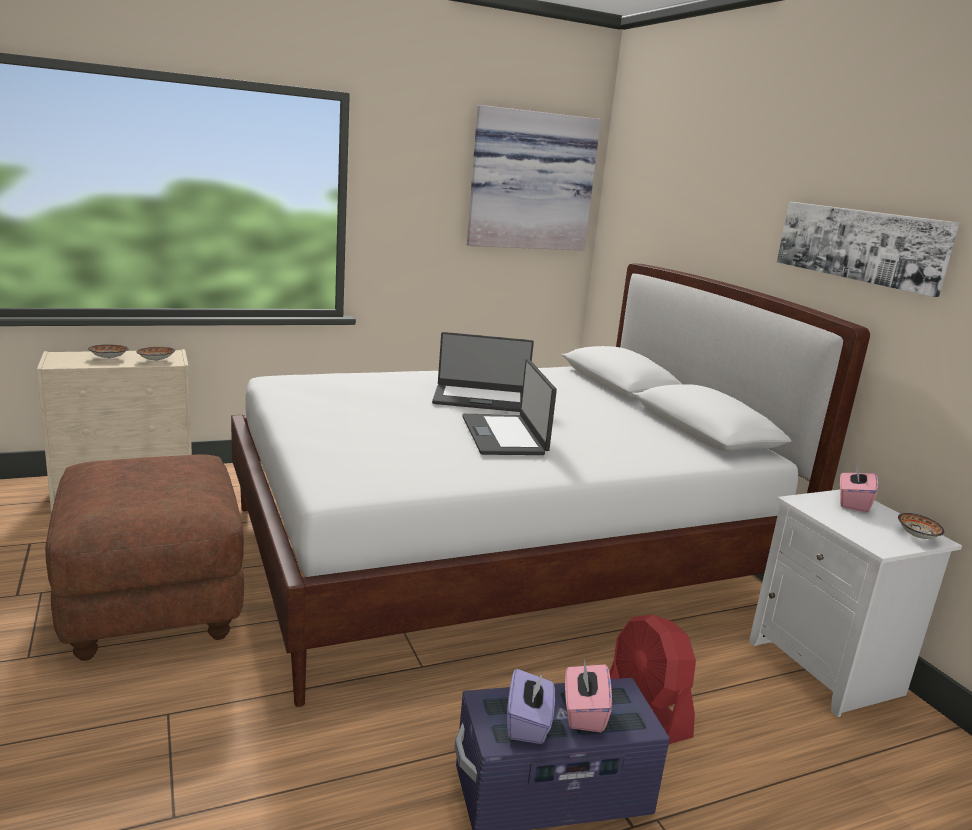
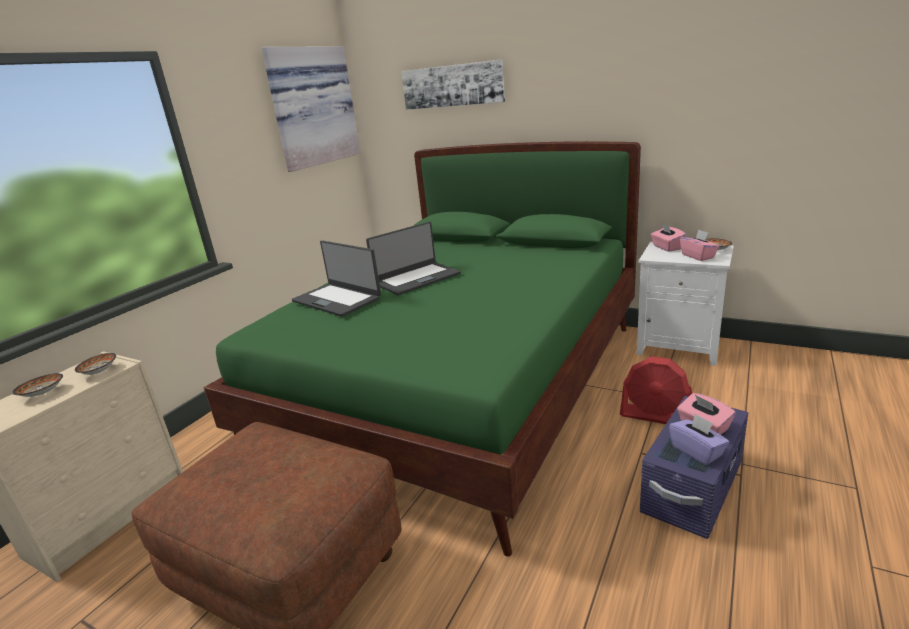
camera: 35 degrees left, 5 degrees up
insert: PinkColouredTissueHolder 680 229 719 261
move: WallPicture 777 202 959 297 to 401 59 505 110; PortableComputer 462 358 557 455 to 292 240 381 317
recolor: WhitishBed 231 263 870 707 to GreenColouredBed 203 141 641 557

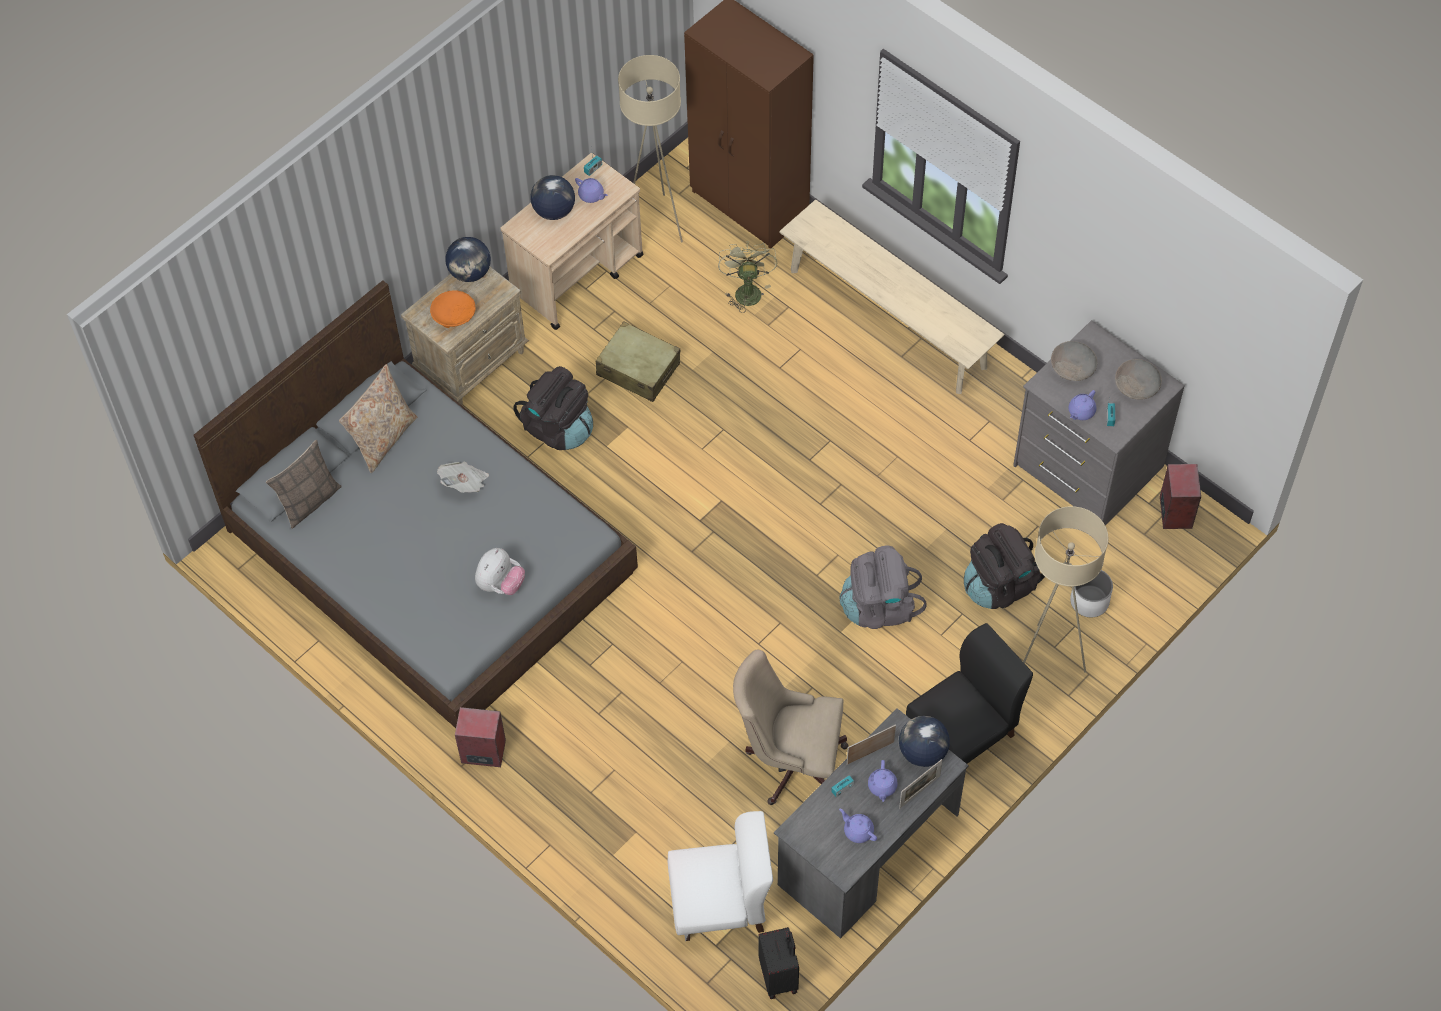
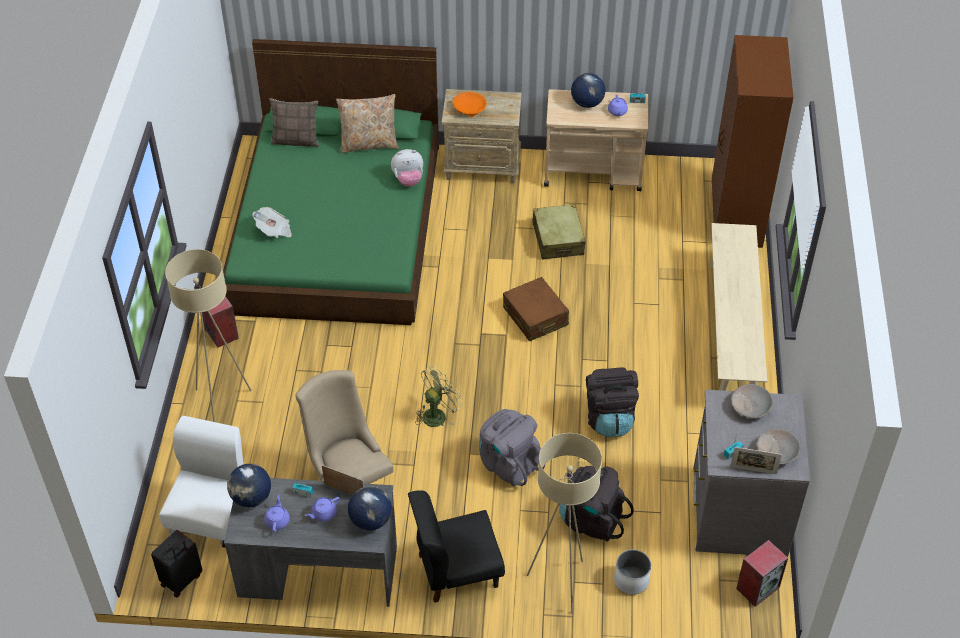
camera: 50 degrees right, 10 degrees down
delete: PurpleTeaPot 1069 390 1096 420
insert: BrownishPieceOfLuggage 503 277 569 341
move: BeigeColouredStandardLamp 618 55 683 242 to 165 249 252 422; DeskGlobe 445 237 491 282 to 227 464 271 507; GreenColouredElectricFan 718 241 777 313 to 415 366 463 427; BlackishKnapsack 513 366 593 450 to 586 367 639 437; Newspaper 437 462 489 493 to 253 207 292 238; SoftToy 475 548 525 595 to 391 149 423 187; StandingFrame 899 759 942 808 to 730 447 782 474
recolor: GreyBed 193 280 638 728 to GreenColouredBed 223 39 439 325
rotate: BlackishUprightChair 906 623 1033 764 = 408 490 505 603 150 degrees clockwise; WhitishUprightChair 668 811 773 941 = 159 416 244 548 120 degrees counterclockwise

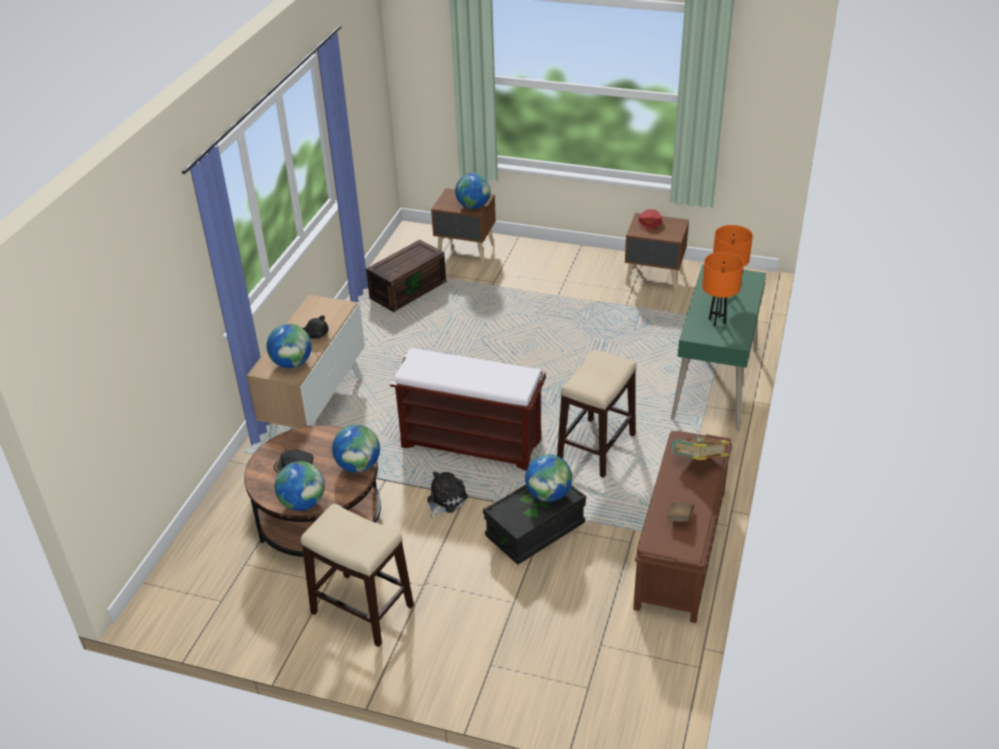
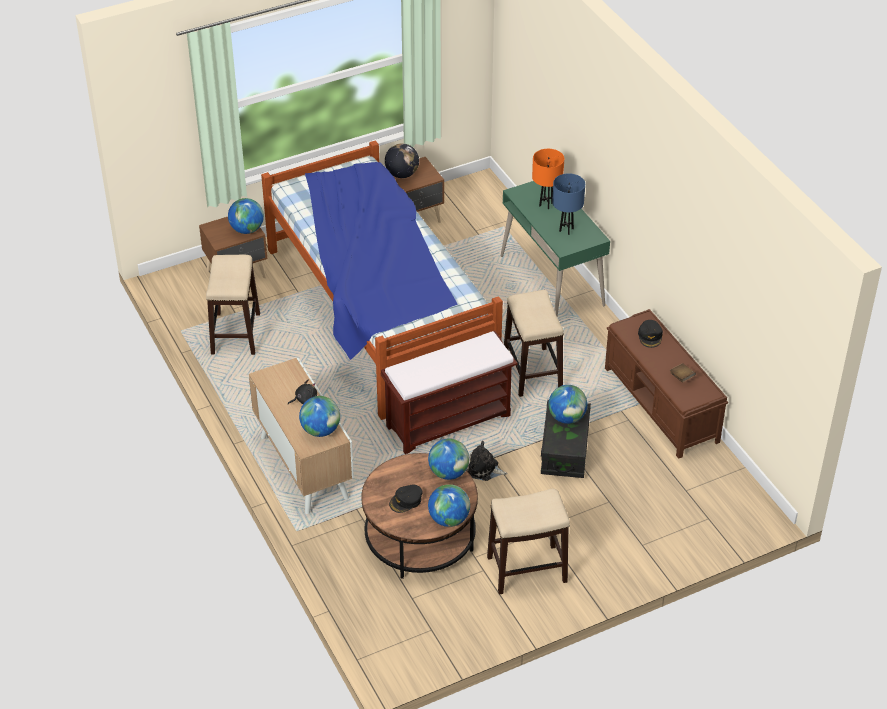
camera: 45 degrees left, 5 degrees up
insert: Bed 261 140 503 420
replace: ReddishPeakedCap 639 209 662 232 to DeskGlobe 385 143 419 178; BrownishStorageBox 366 240 446 312 to StoolSeat 206 255 260 355; Book 672 436 729 460 to BlackishPeakedCap 638 320 663 348
recolor: OrangeColouredTabletopLamp 702 252 744 326 to BluishTabletopLamp 552 173 585 235
rotate: SoftToy 427 472 468 518 = 466 441 507 481 60 degrees counterclockwise

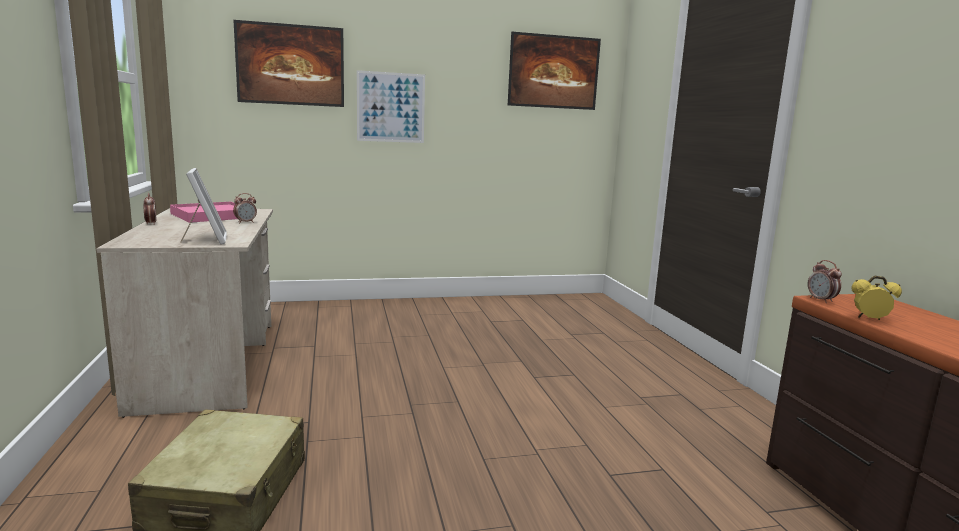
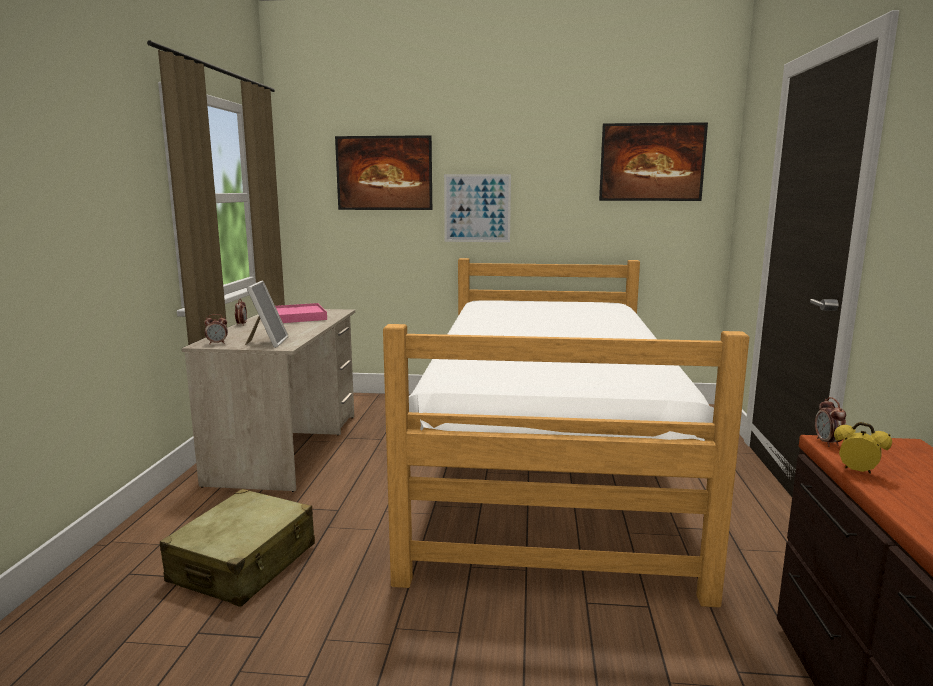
camera: 20 degrees right, 0 degrees up
insert: Bed 383 258 749 608
move: BedsideClock 233 193 257 223 to 204 314 228 344

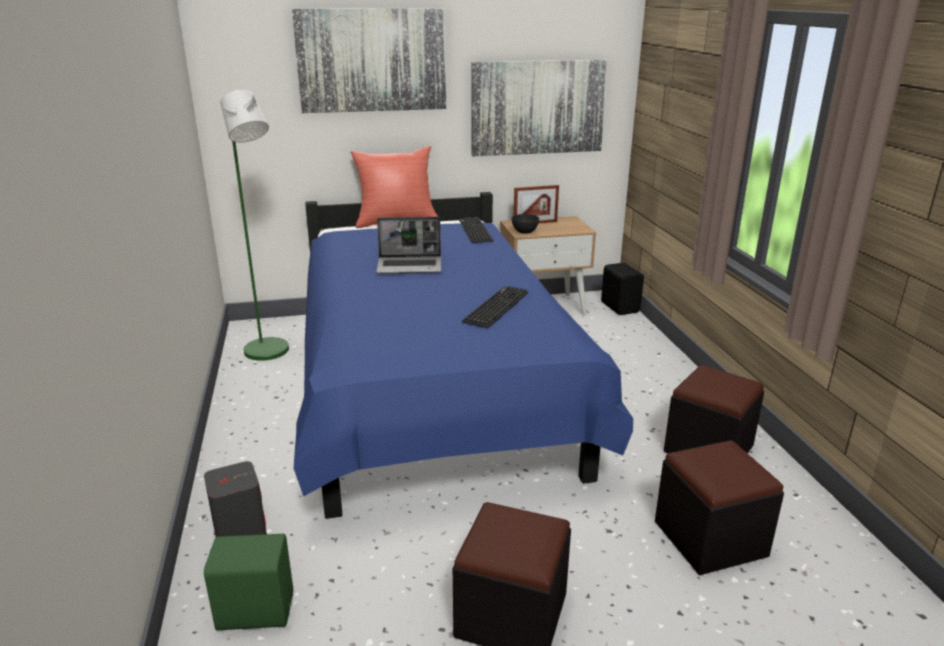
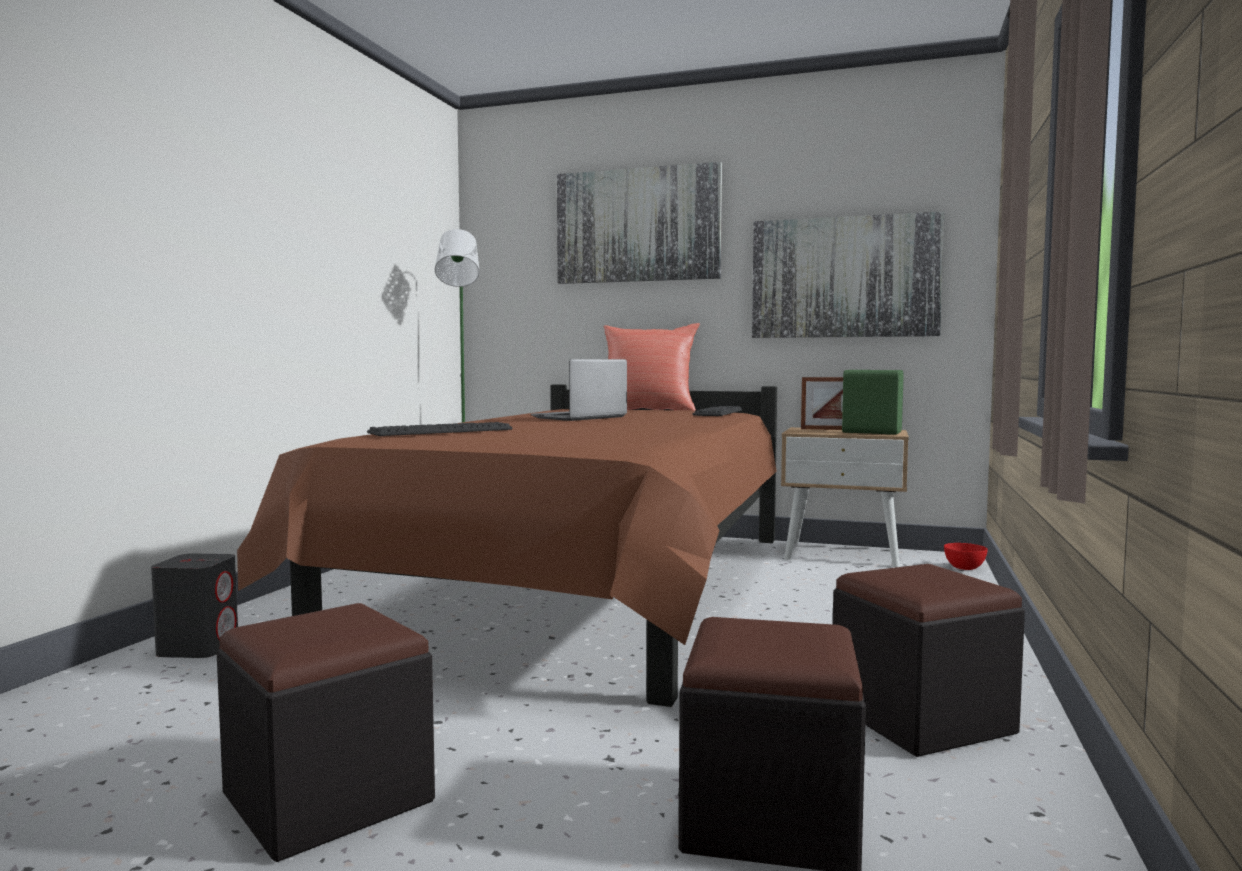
camera: 30 degrees right, 20 degrees down
delete: GreyDeepDish 512 214 539 234
move: Keyboard 462 286 528 328 to 367 422 512 436; GreenColouredAudioSpeaker 204 534 293 630 to 842 370 904 435
replace: BlackishAudioSpeaker 601 263 644 315 to ReddishDeepDish 944 543 988 570
recolor: BluishBed 294 192 633 519 to BrownishBed 237 384 777 707
rotate: PortableComputer 376 217 442 274 = 531 359 627 421 105 degrees clockwise

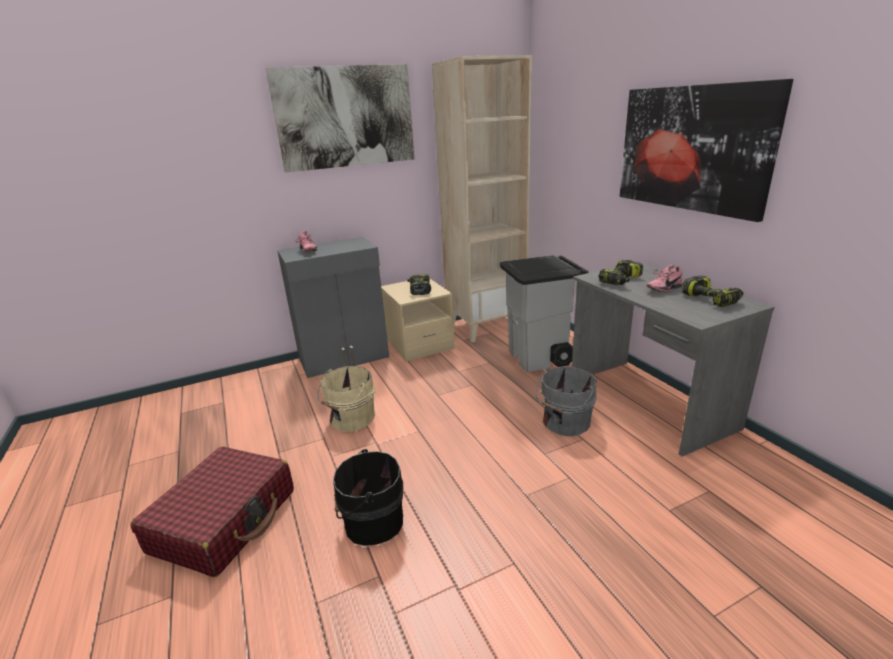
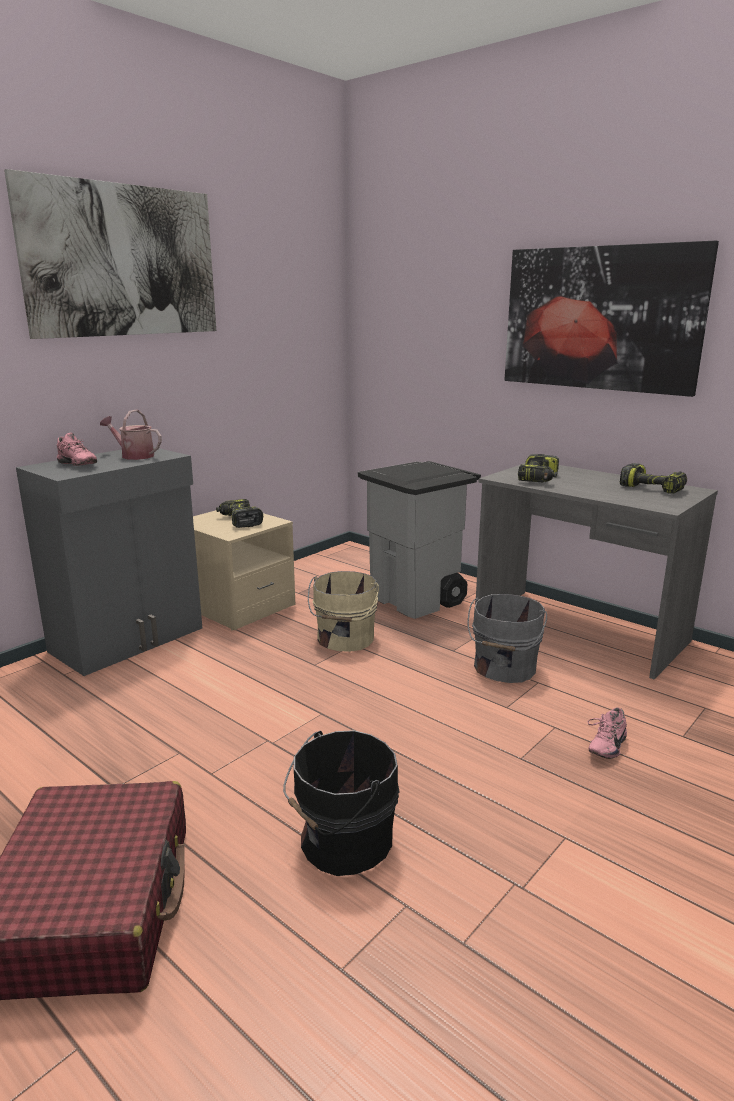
camera: 25 degrees left, 5 degrees down
delete: BeigeColouredShelvingUnit 432 55 532 343
insert: WateringPot 100 409 162 460
move: PinkColouredLowShoe 647 265 683 292 to 588 708 627 759; BeigeColouredBucket 317 366 375 432 to 308 571 379 652

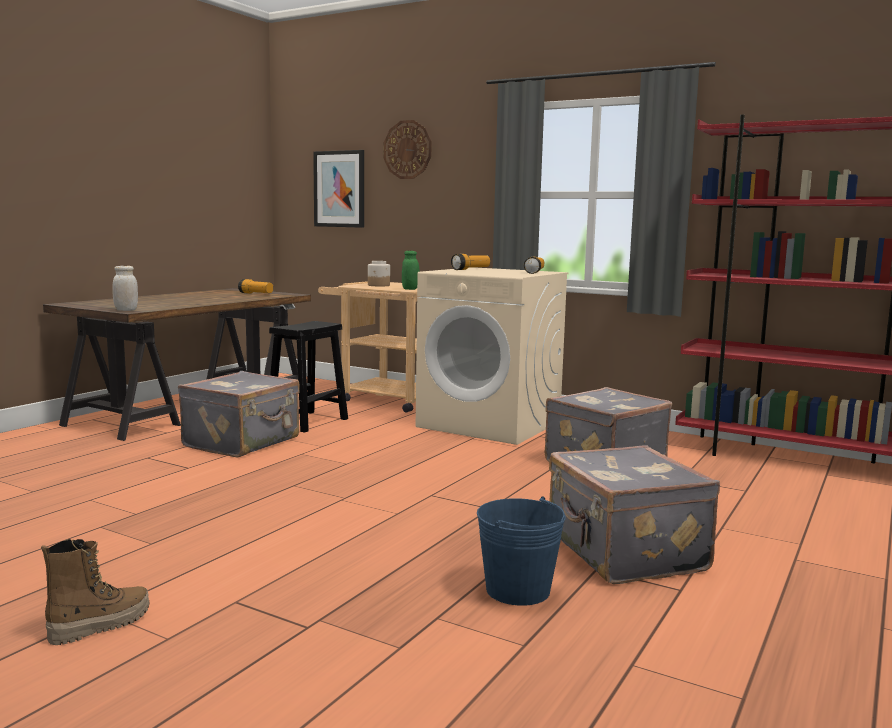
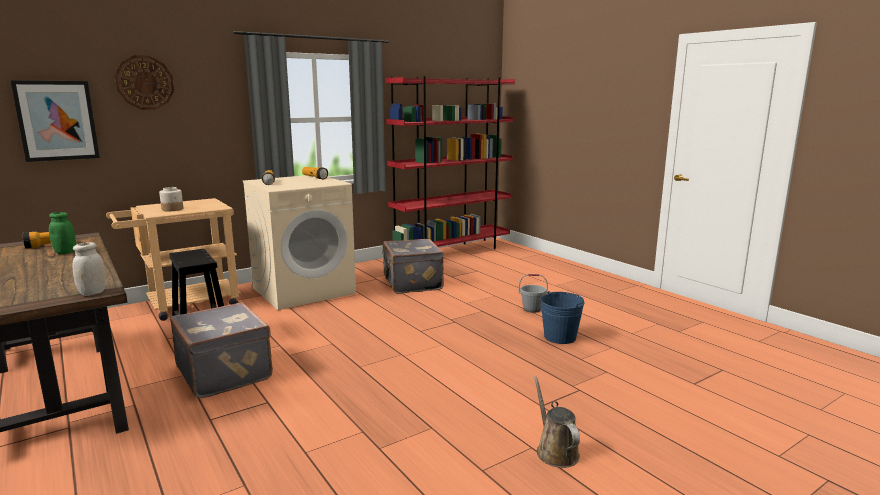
camera: 65 degrees left, 5 degrees up
move: GreenColouredStorageJar 402 251 420 290 to 49 212 76 254
replace: GreyPieceOfLuggage 549 445 720 584 to GreyBucket 519 274 548 313; HighTopBoot 41 539 150 645 to BrownishWateringPot 534 376 580 468

